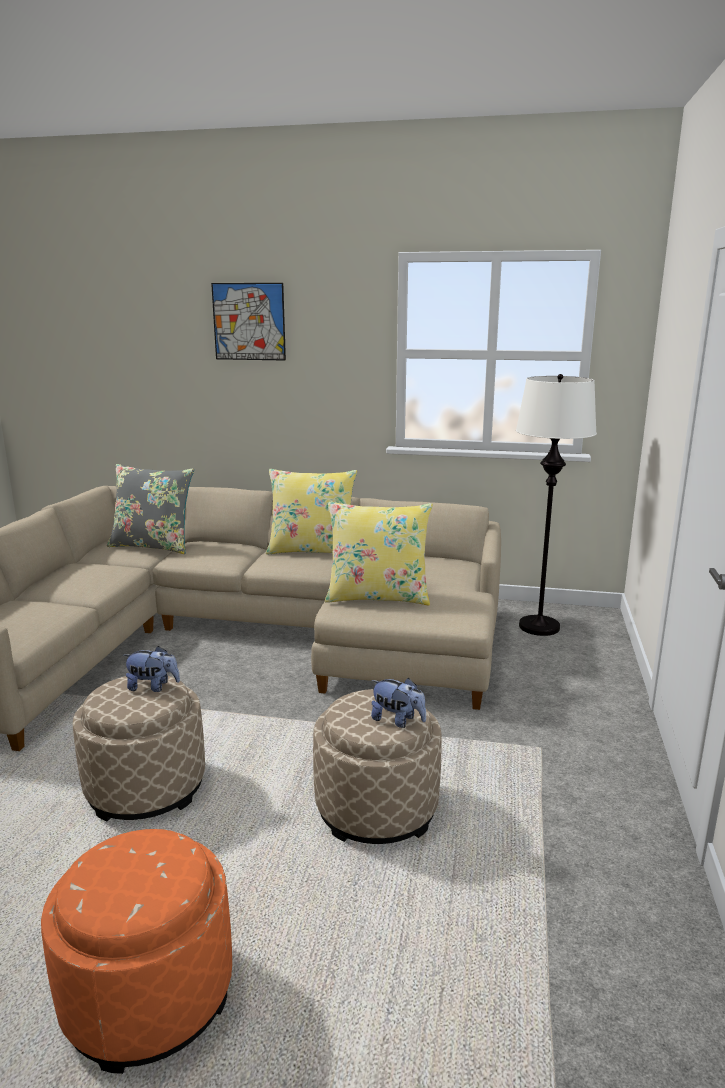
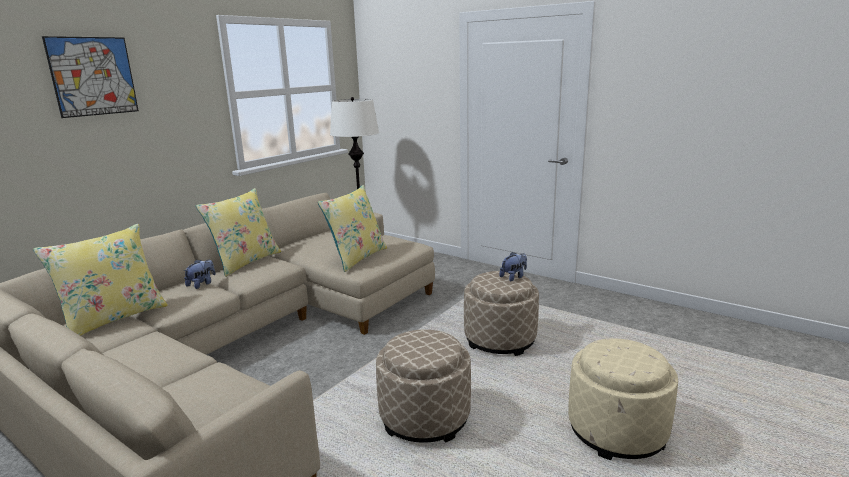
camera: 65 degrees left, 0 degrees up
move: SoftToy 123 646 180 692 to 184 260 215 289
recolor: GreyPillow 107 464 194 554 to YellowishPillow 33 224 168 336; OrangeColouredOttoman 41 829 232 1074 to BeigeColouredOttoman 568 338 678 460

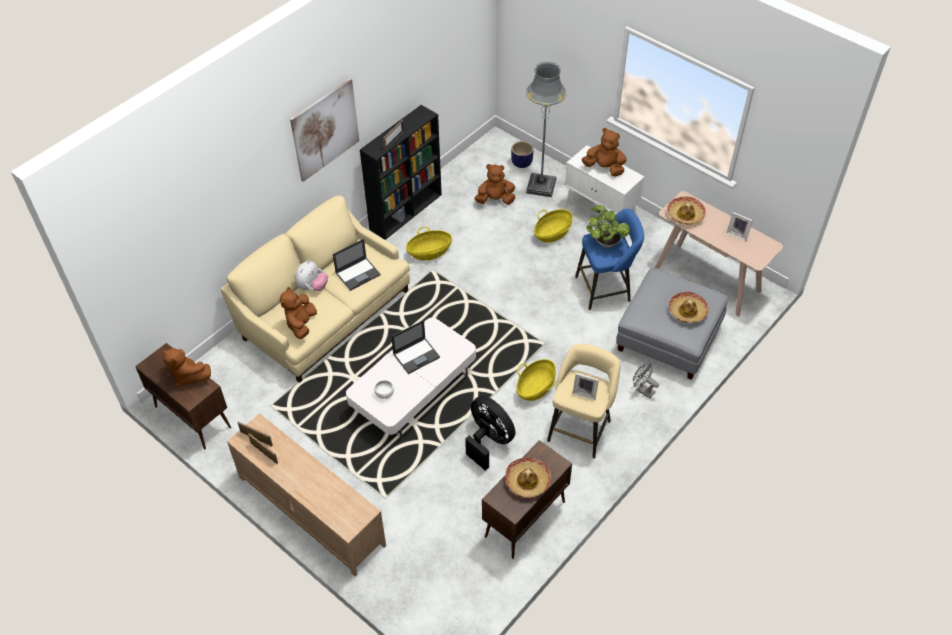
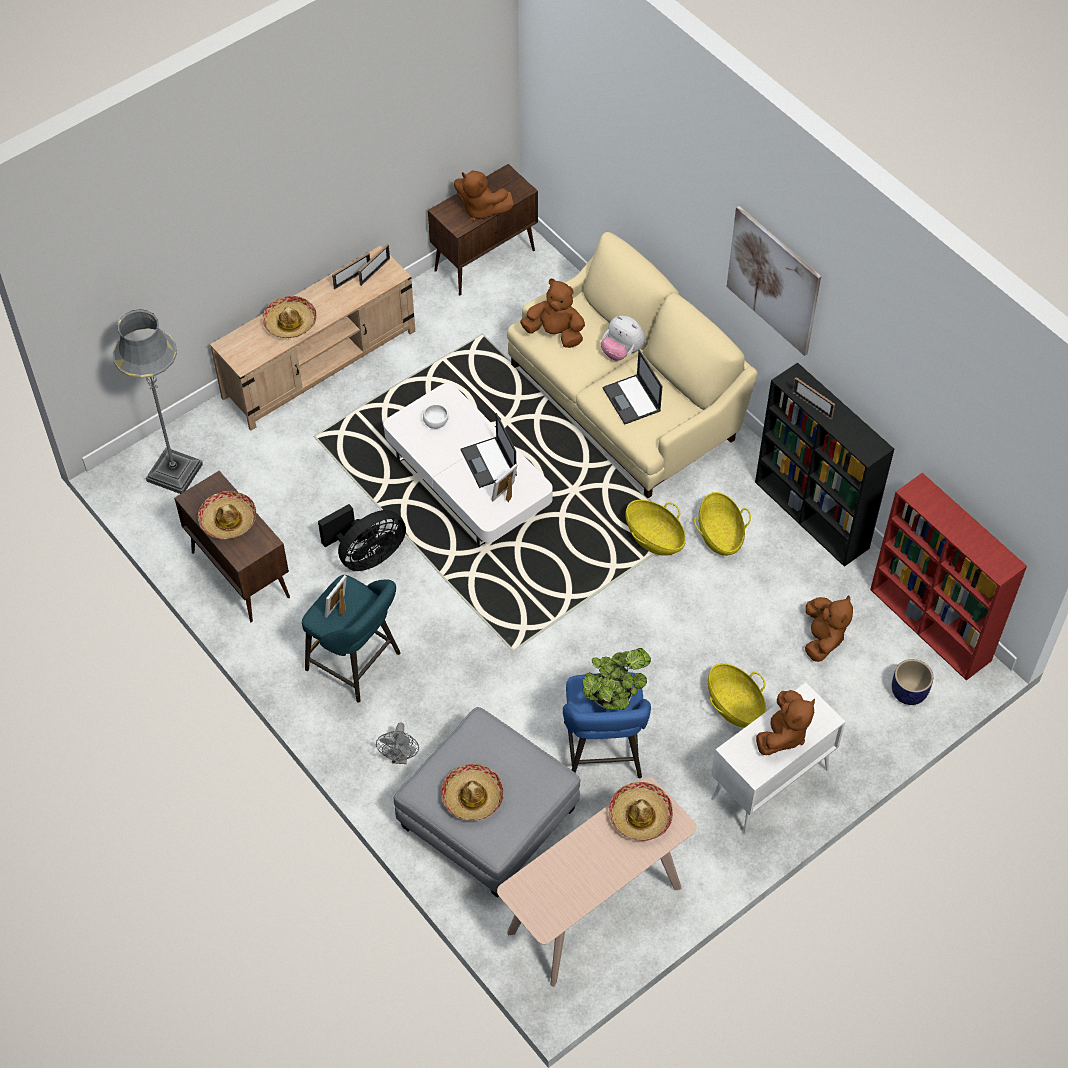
camera: 100 degrees right, 5 degrees up
insert: Hat 263 296 317 338; ReddishShelvingUnit 870 473 1027 681
move: GreyStandardLamp 526 62 567 197 to 113 309 203 494; StandingFrame 727 212 753 241 to 491 464 517 502; StorageBasket 516 359 556 401 to 625 500 686 556
recolor: BeigeColouredStoolSeat 547 344 620 458 to TurquoiseStoolSeat 302 575 400 703
rotate: BrownishSoftToy 162 348 211 386 = 454 171 514 221 105 degrees counterclockwise; GreyElectricFan 633 363 659 398 = 376 722 419 764 135 degrees clockwise

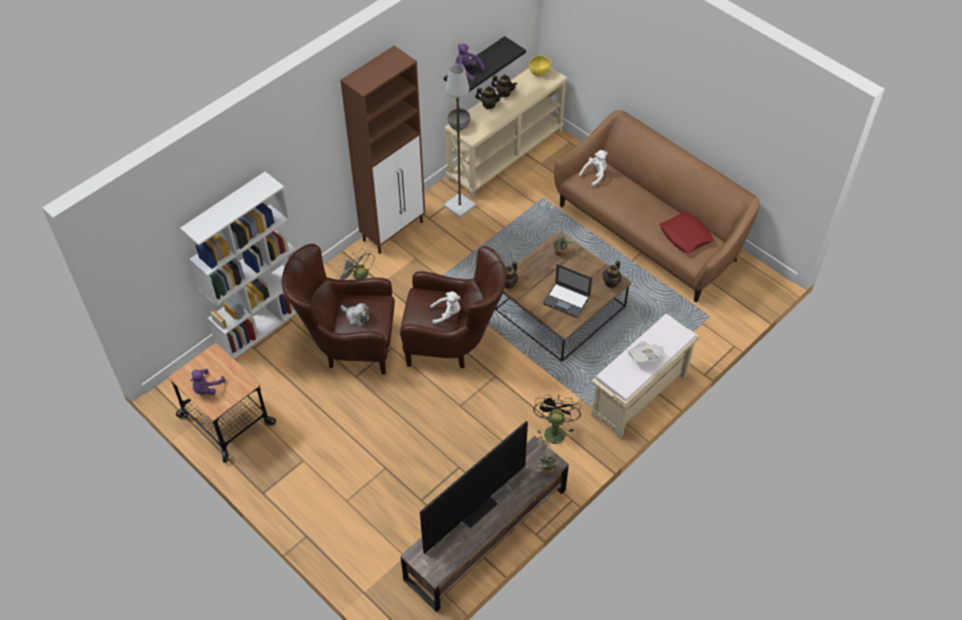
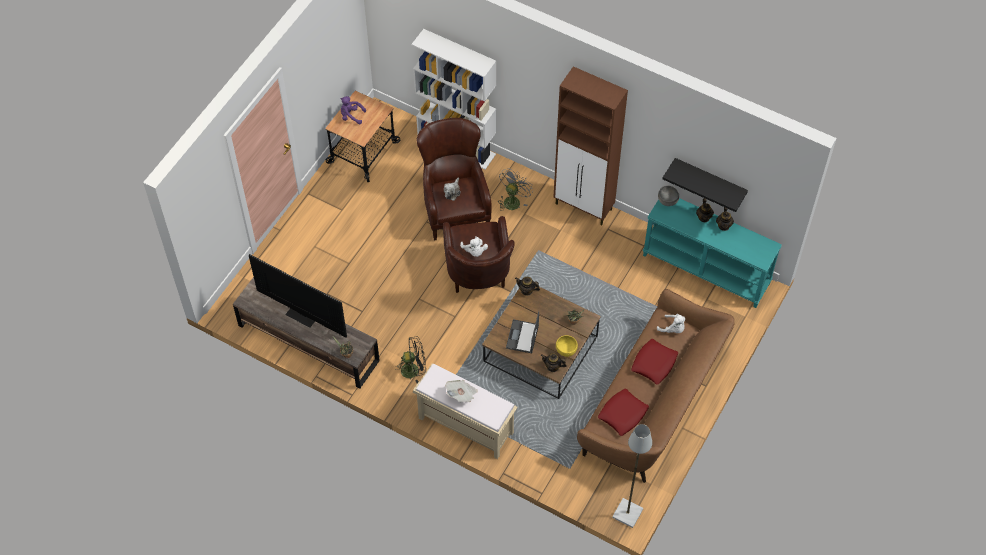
camera: 75 degrees right, 5 degrees up
delete: PurpleSoftToy 456 43 485 82
insert: ReddishPillow 631 339 678 385
move: YellowishDeepDish 529 55 551 76 to 556 335 578 357; GreyStandardLamp 444 64 476 218 to 612 424 652 528
recolor: BeigeColouredNarrowTable 445 67 567 199 to TurquoiseNarrowTable 643 198 782 308

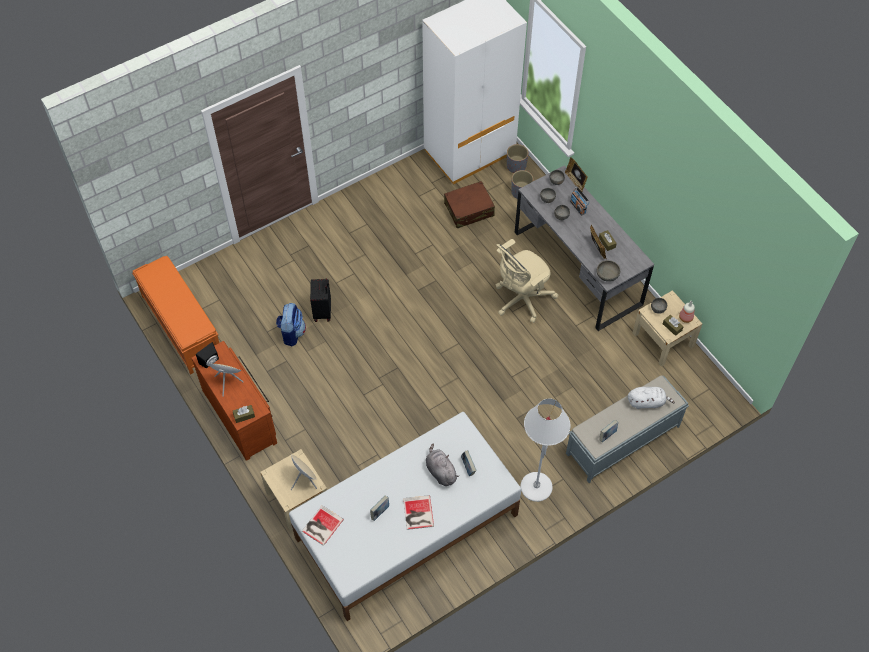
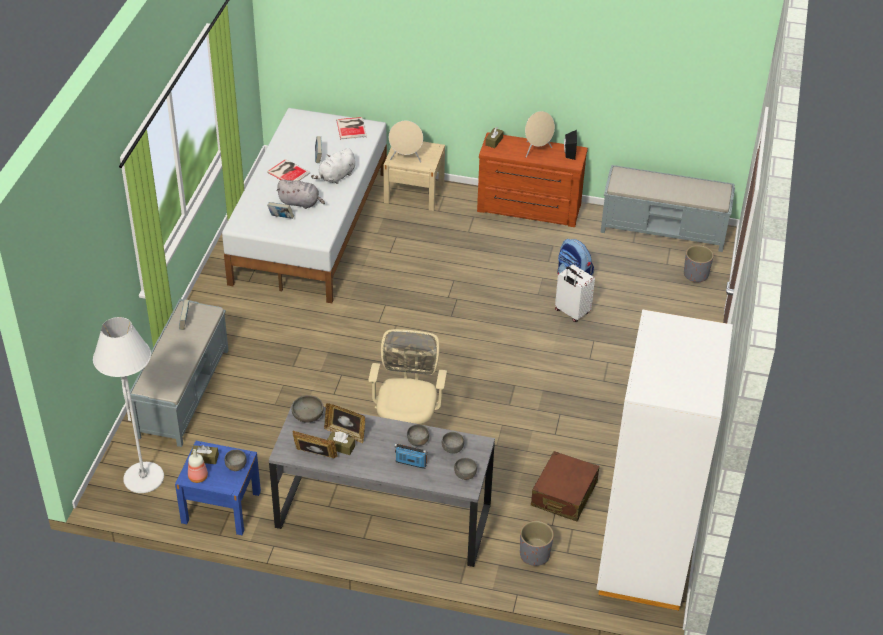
camera: 135 degrees right, 15 degrees down
move: GreyFlowerPot 507 144 528 173 to 684 245 714 283; StandingFrame 565 157 588 192 to 293 430 338 458; WhitishSoftToy 628 387 675 409 to 311 148 355 184; WhitishStandardLamp 521 399 570 502 to 93 317 164 493
recolor: OrangeColouredBench 132 256 219 374 to GreyBench 601 165 735 252; BlackishPieceOfLuggage 310 279 331 322 to WhitishPieceOfLuggage 555 264 595 322; BeigeColouredBedsideTable 633 290 703 367 to BluishBedsideTable 175 441 261 535

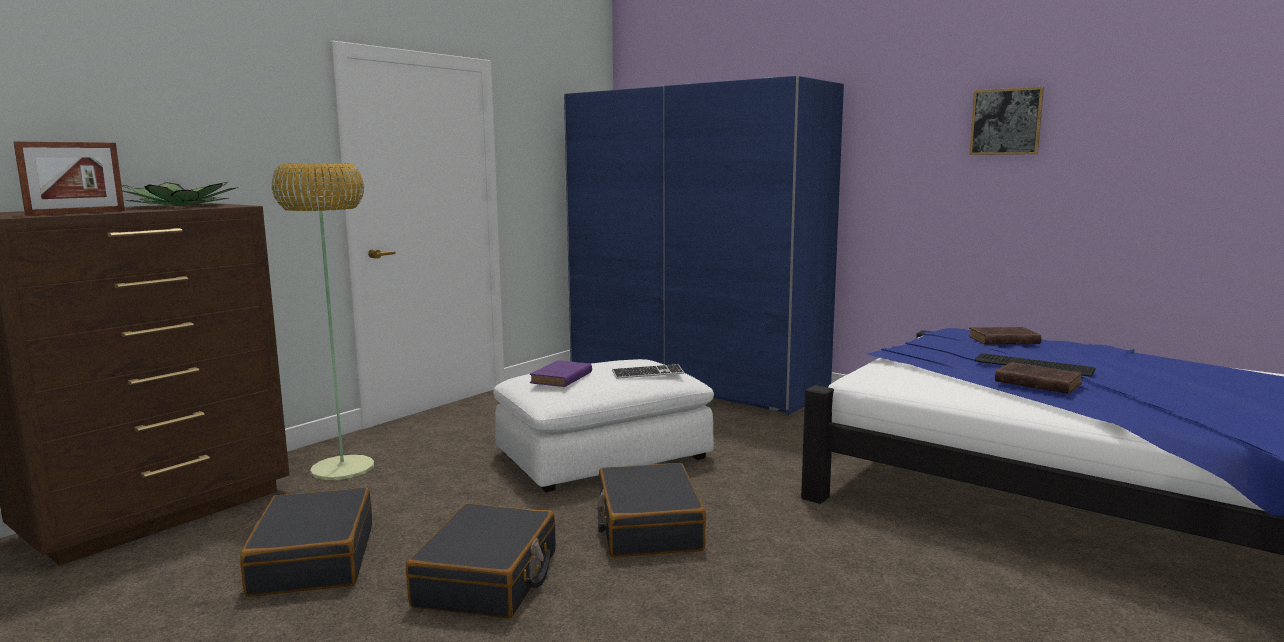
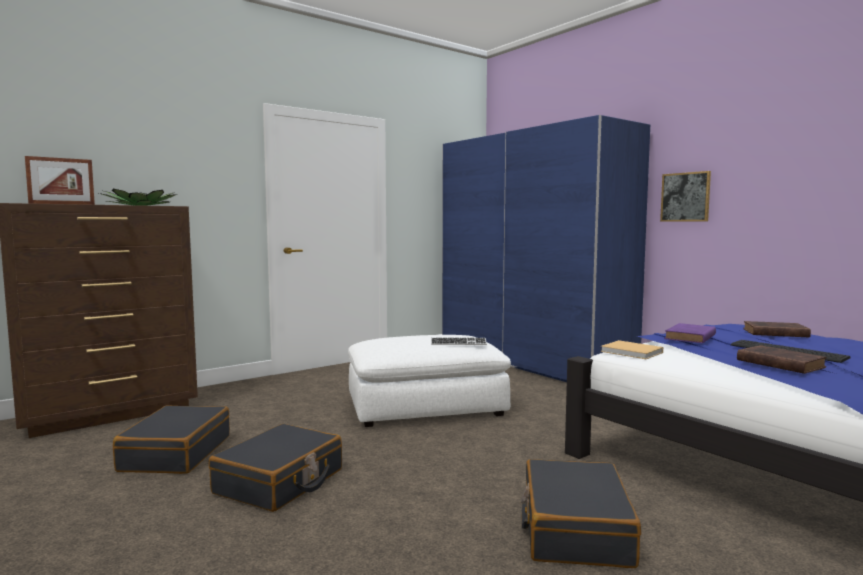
camera: 15 degrees right, 5 degrees down
delete: StandardLamp 272 163 374 480
insert: BeigeColouredBook 600 340 663 359
move: WallPicture 969 87 1044 155 to 660 171 711 222; PurpleBook 530 360 592 387 to 664 323 716 343; BlackishPieceOfLuggage 597 463 706 557 to 521 459 641 568

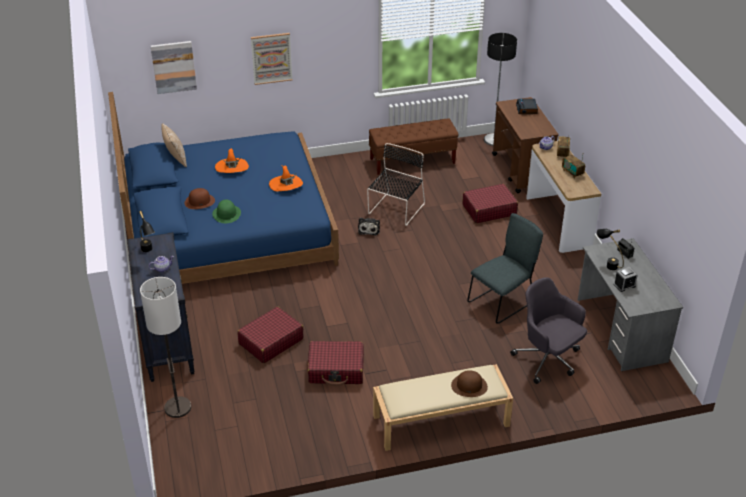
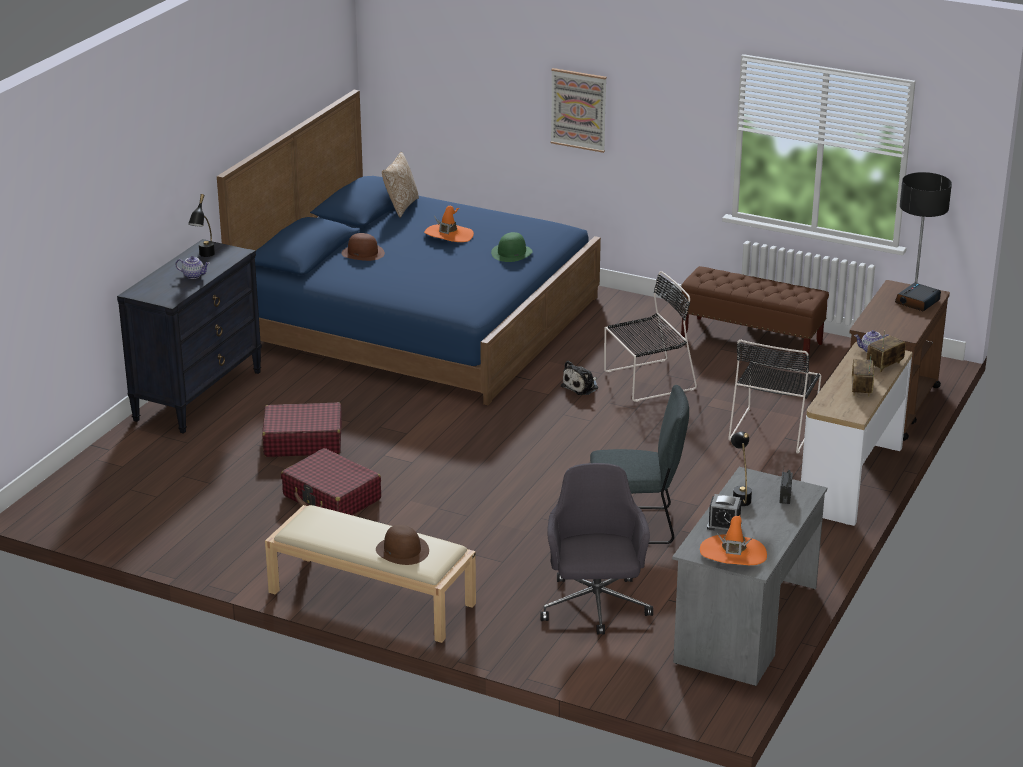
camera: 40 degrees right, 10 degrees down
delete: WallPicture 151 41 197 94; StandardLamp 140 277 191 418
move: OrangeColouredHat 269 165 303 191 to 700 515 767 565; GreenColouredHat 212 199 241 223 to 491 232 533 262
replace: ReddishPieceOfLuggage 462 184 518 223 to BlackishUprightChair 728 340 821 454

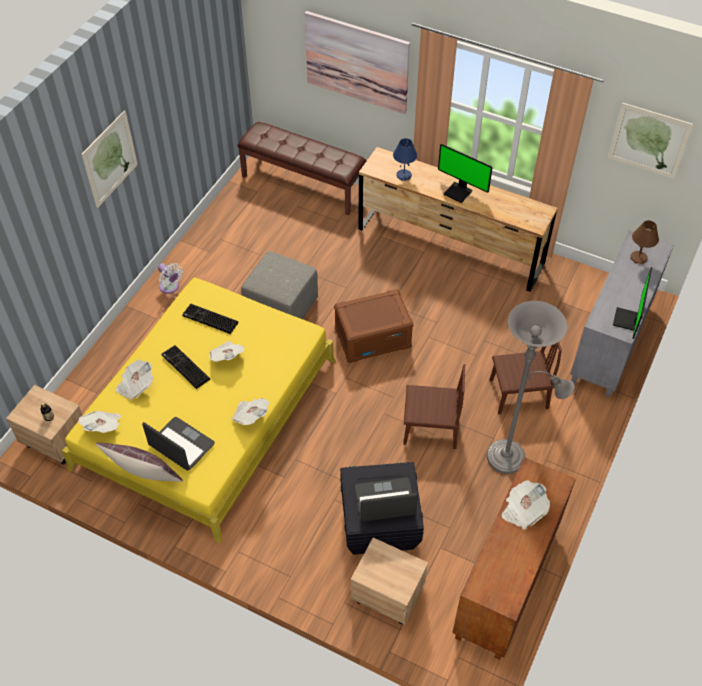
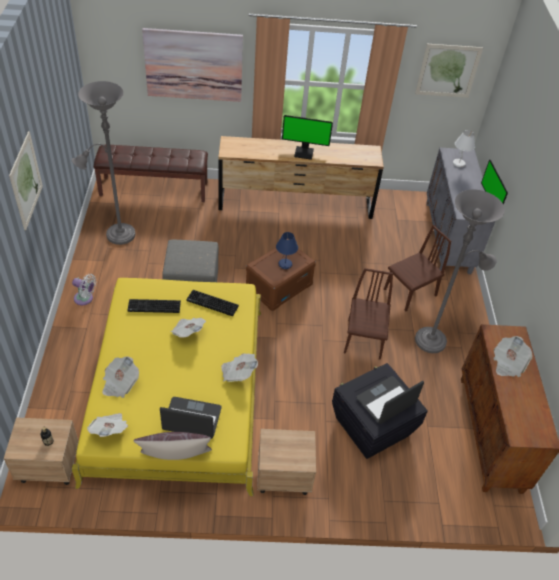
camera: 30 degrees left, 5 degrees down
insert: GreyStandardLamp 71 81 135 245
move: BluishTabletopLamp 393 138 417 181 to 276 232 298 269; Keyboard 161 345 210 389 to 186 290 239 316; BeigeColouredBedsideTable 351 538 428 624 to 257 429 316 495
recolor: BrownishTabletopLamp 631 220 659 264 to WhitishTabletopLamp 453 130 475 168
rotate: BrownishUprightChair 403 364 465 449 = 344 268 393 360 60 degrees counterclockwise

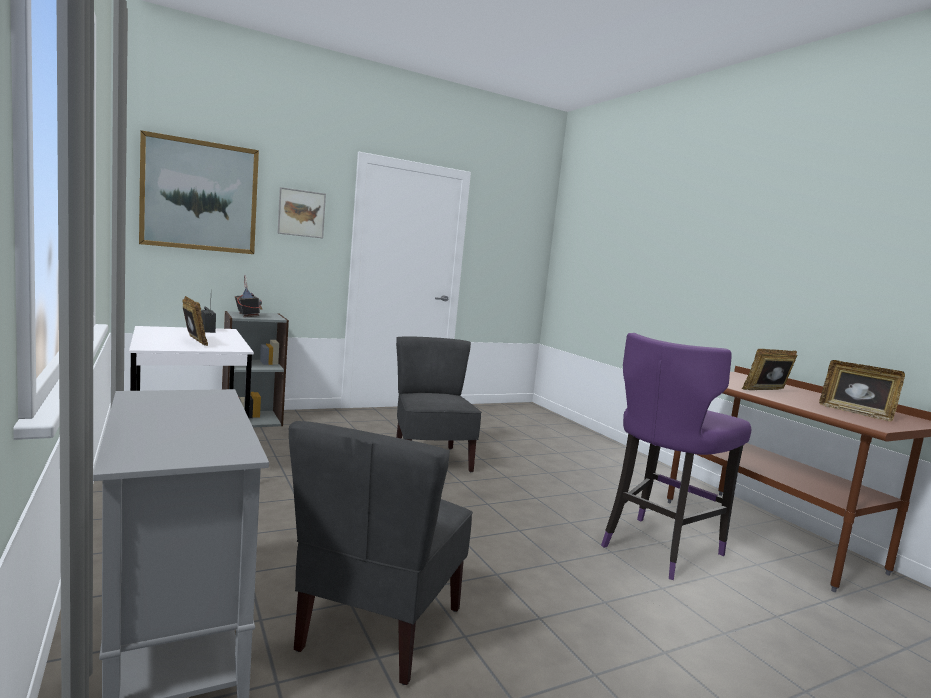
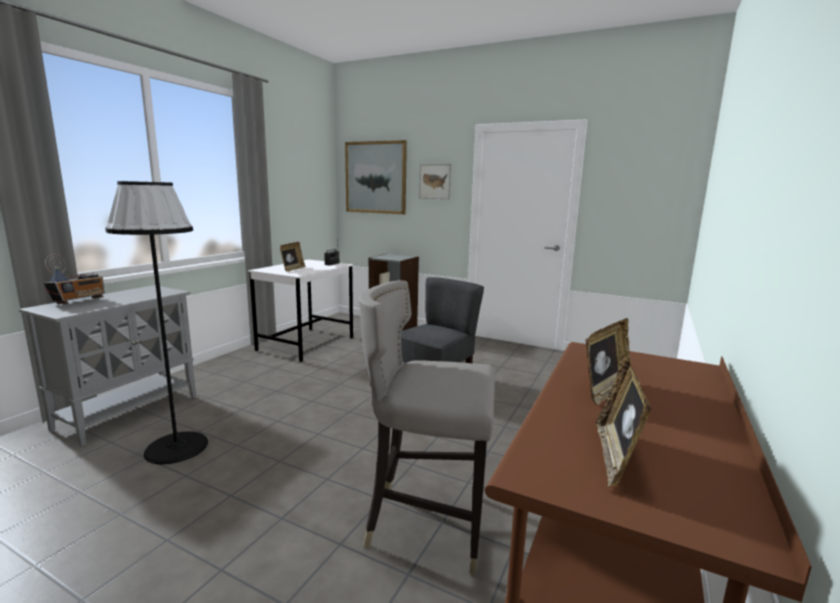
camera: 55 degrees right, 5 degrees up
move: RadioReceiver 235 275 262 317 to 44 254 105 304
replace: GreyUprightChair 289 421 473 685 to BlackishStandardLamp 105 181 208 465
recolor: PurpleStoolSeat 601 333 751 580 to GreyStoolSeat 359 280 495 575
rotate: StandingFrame 742 349 797 390 = 586 318 631 405 105 degrees clockwise

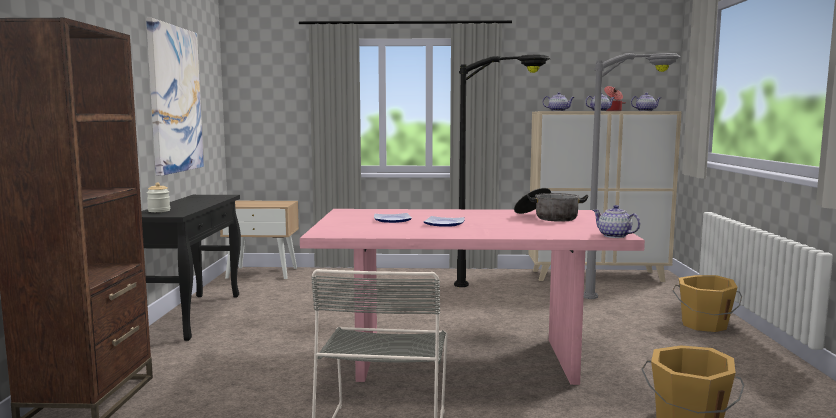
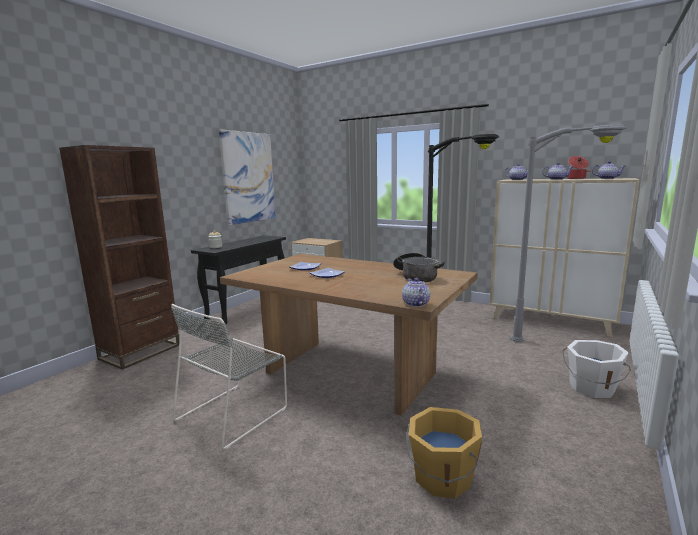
camera: 30 degrees right, 5 degrees up
recolor: PinkColouredDiningTable 300 209 645 385 to BrownishDiningTable 220 254 478 416; OrangeColouredBucket 672 275 742 332 to WhitishBucket 562 340 631 398

